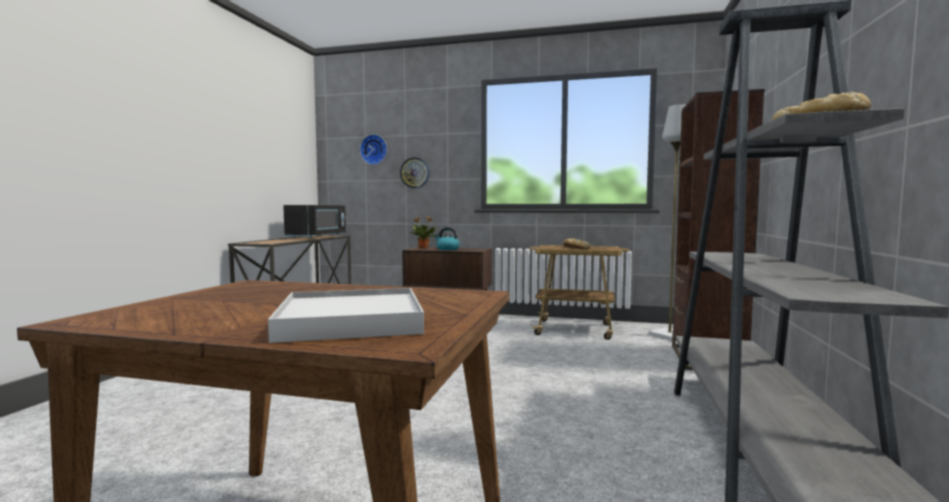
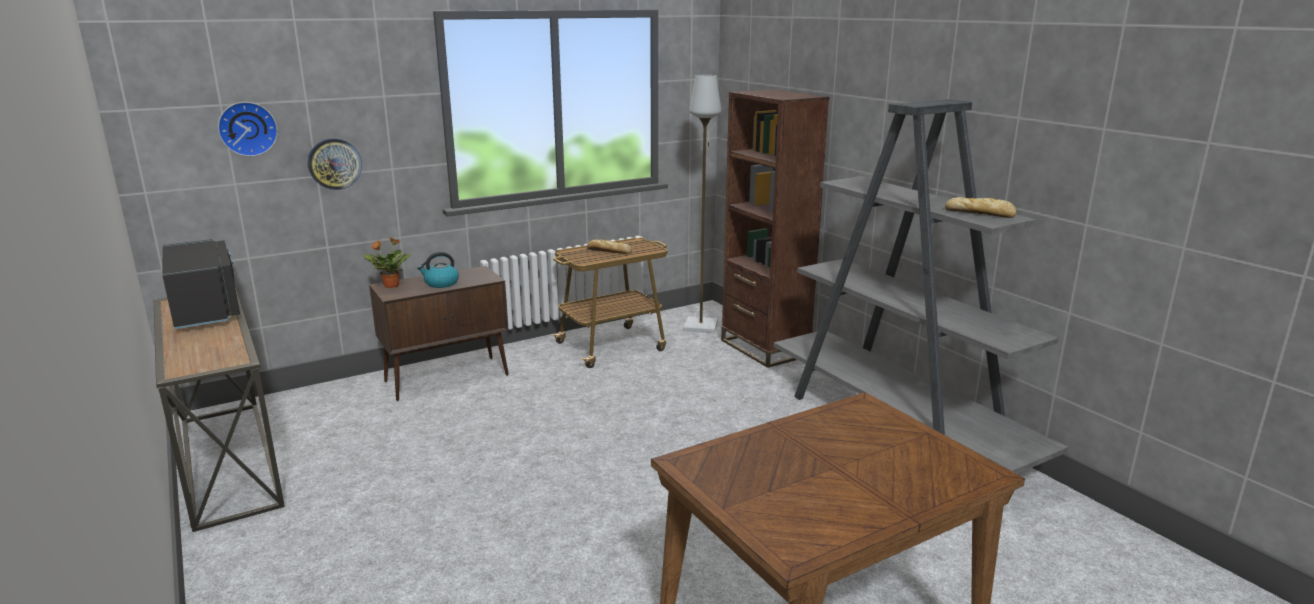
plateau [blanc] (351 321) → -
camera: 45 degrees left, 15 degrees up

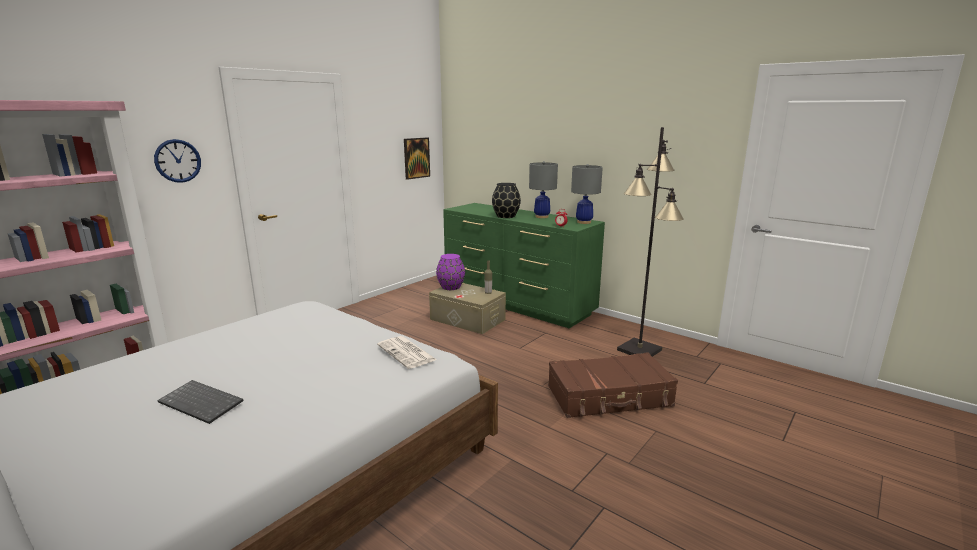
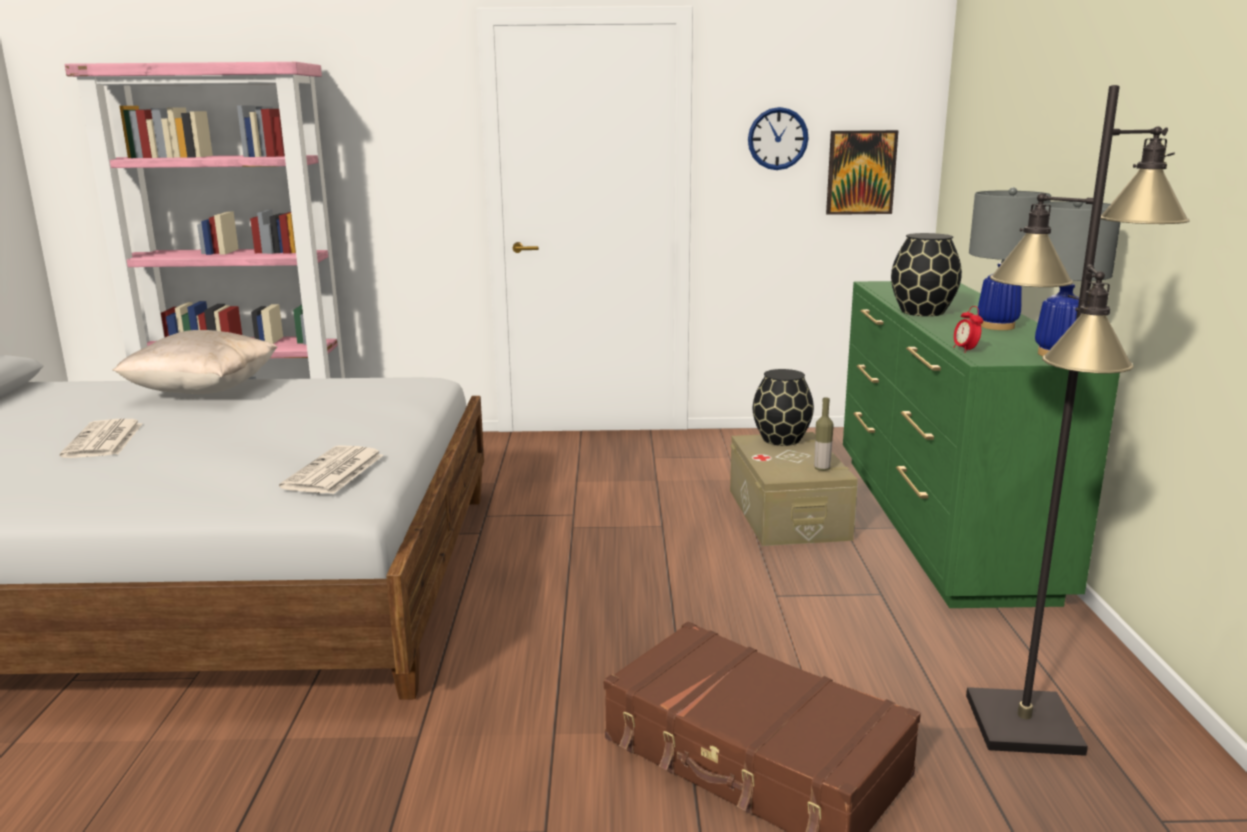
horloge murale (178 161) → horloge murale (777 138), moved
clavier (203 402) → journal (104 440)
vase [violet] (450 287) → vase [noir] (781 439)
- → coussin [beige] (203 391)
camera: 50 degrees right, 0 degrees up

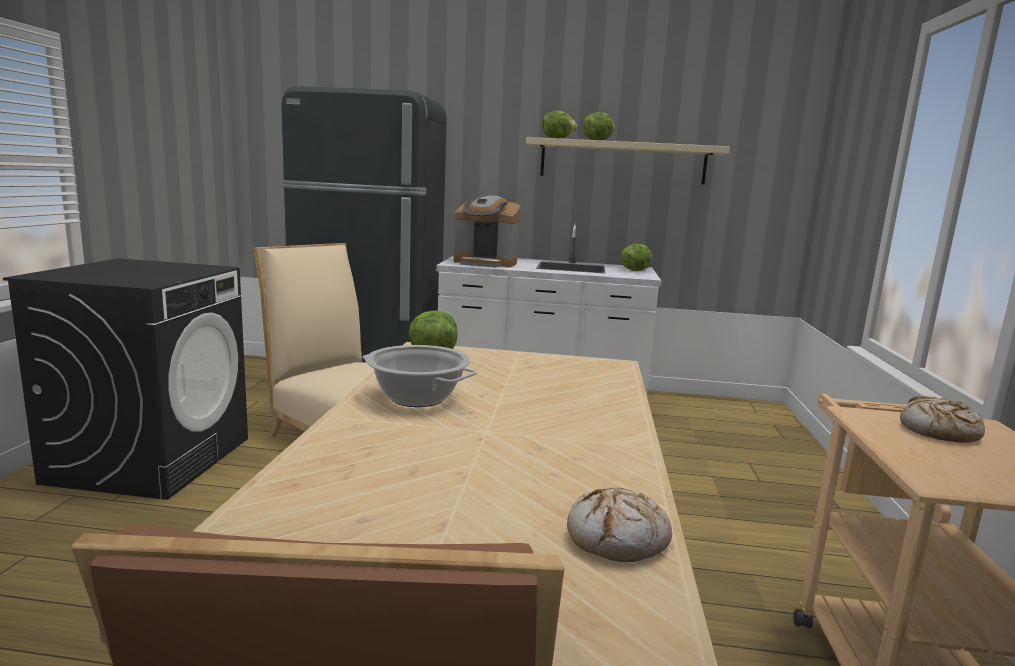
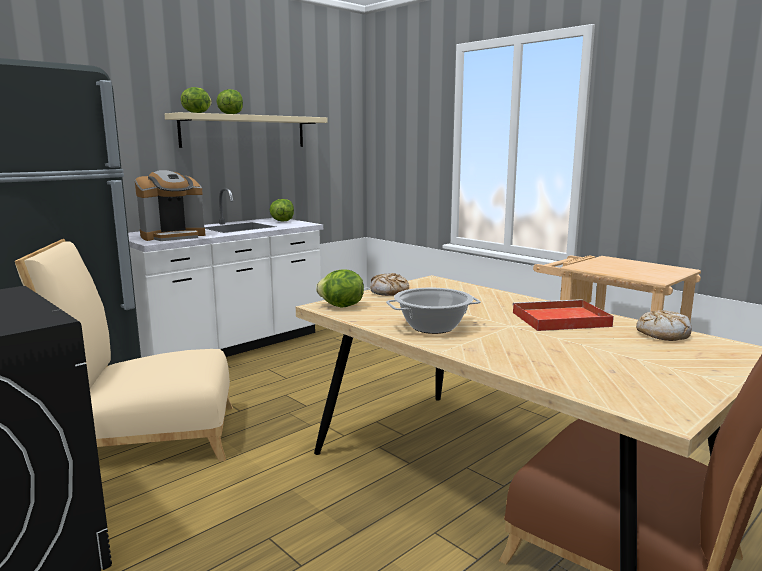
pain (938 431) → pain (389 292), moved
- → plateau [rouge] (559 319)
camera: 50 degrees left, 0 degrees up

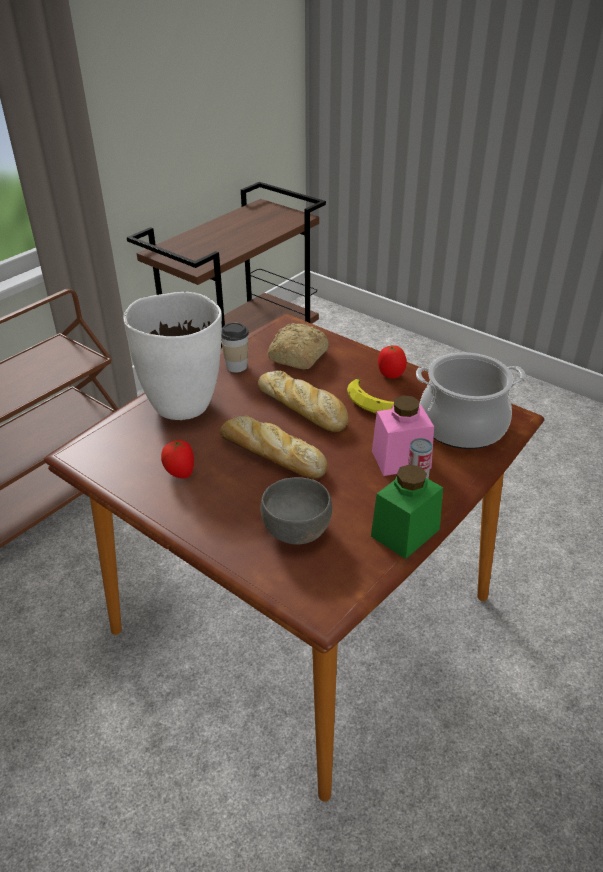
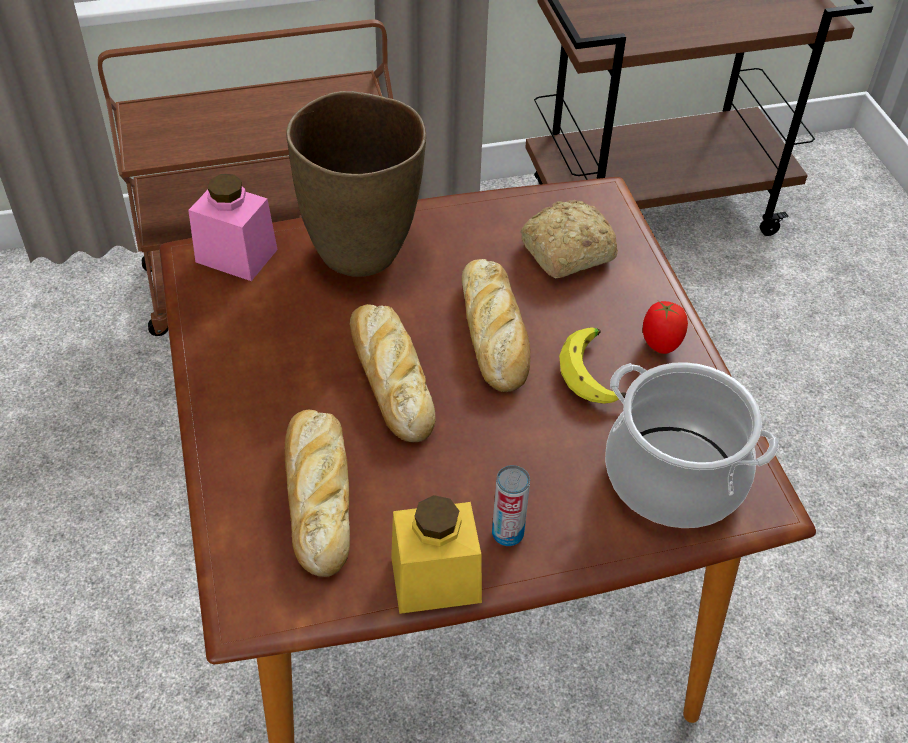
vase [blanc] (183 404) → vase [marron] (362 251)
tomate (180 473) → -
tasse (236 366) → -
bol [gris] (295 529) → pain (318 493)
bocal [vert] (405 533) → bocal [jaune] (435 579)
bocal [rose] (401 459) → bocal [rose] (236 256), moved
camera: 35 degrees right, 10 degrees up

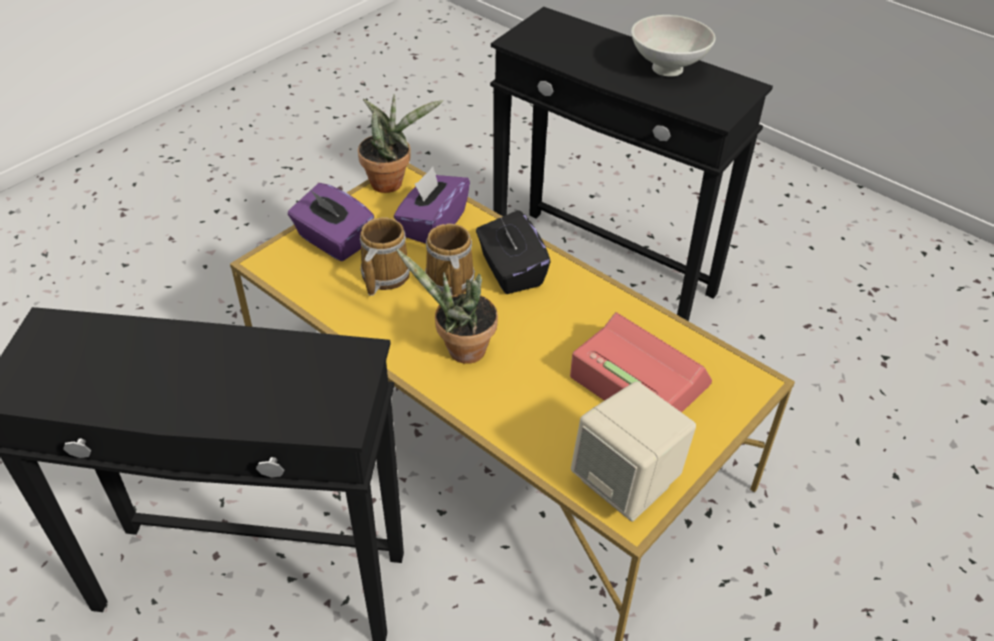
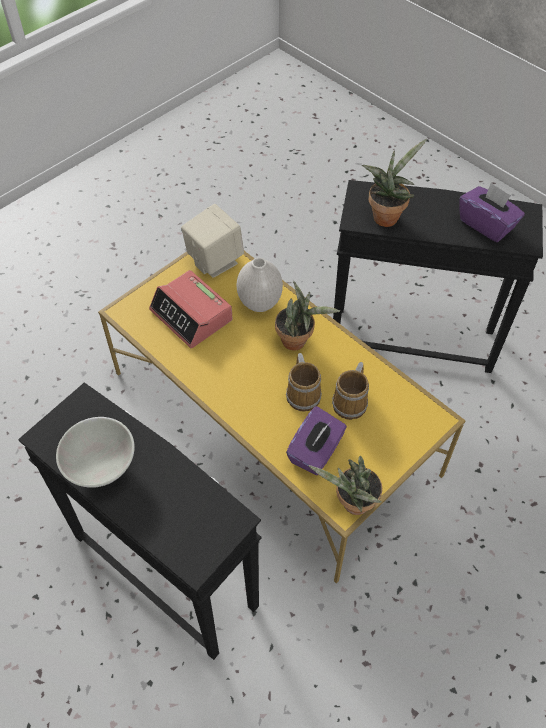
boîte à mouchoirs [violet] (333 241) → boîte à mouchoirs [violet] (486 224), moved
boîte à mouchoirs [noir] (510 271) → -
- → vase [blanc] (260 304)
- → plante en pot (386 215)
camera: 175 degrees left, 10 degrees up

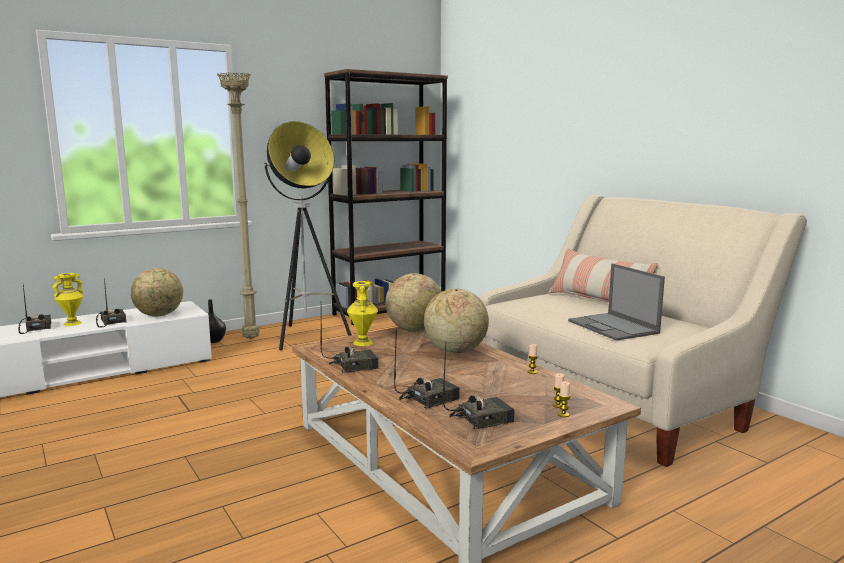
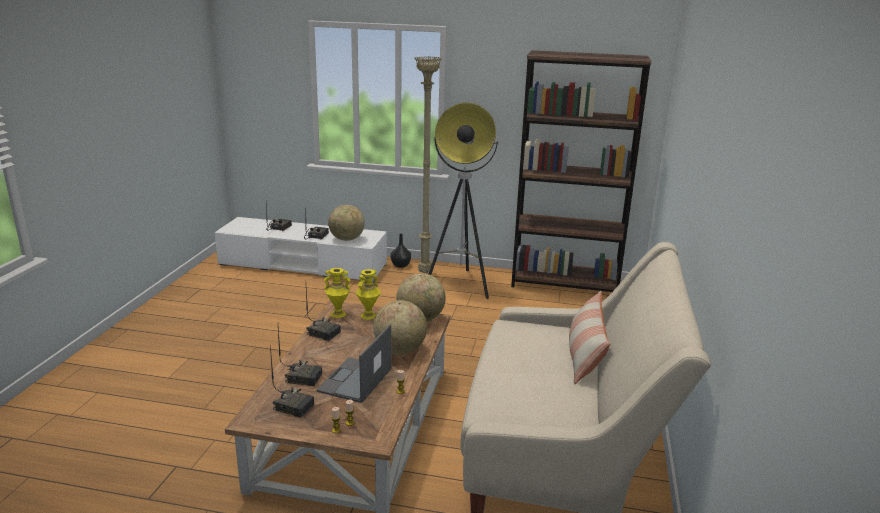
vase [jaune] (72 323) → vase [jaune] (338 314), moved
ordinateur portable (613 327) → ordinateur portable (355 380), moved
camera: 45 degrees right, 10 degrees up

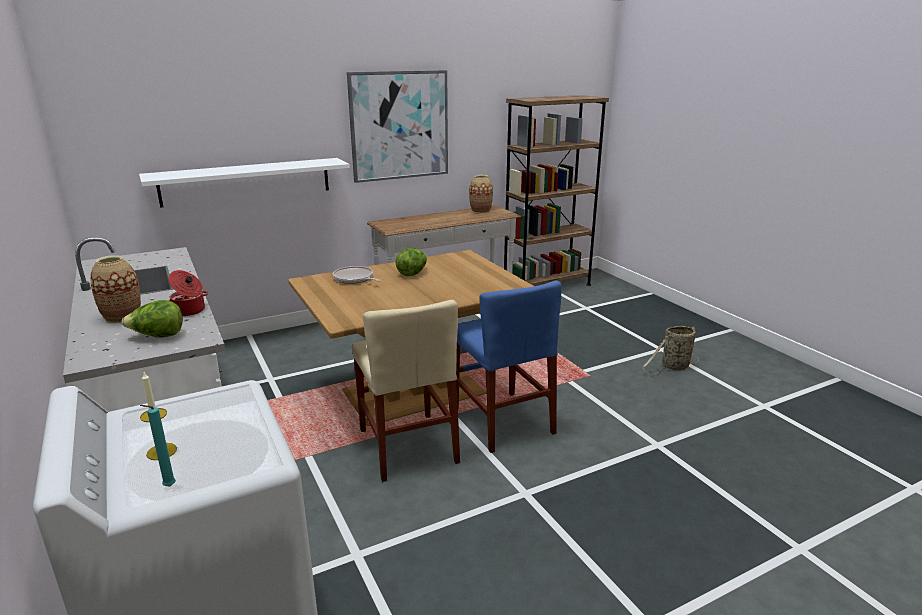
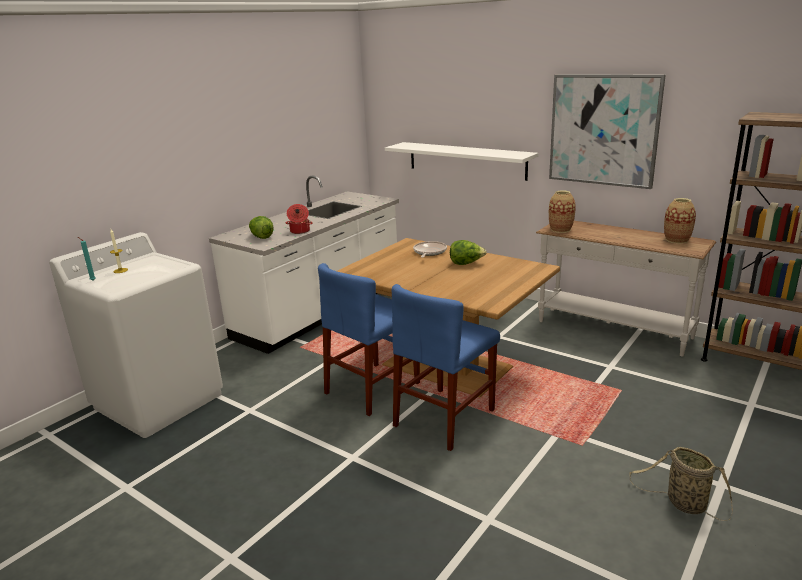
vase (122 316) → vase (560 229), moved
chaise [beige] (407 446) → chaise [bleu] (372 388)
camera: 65 degrees right, 0 degrees up

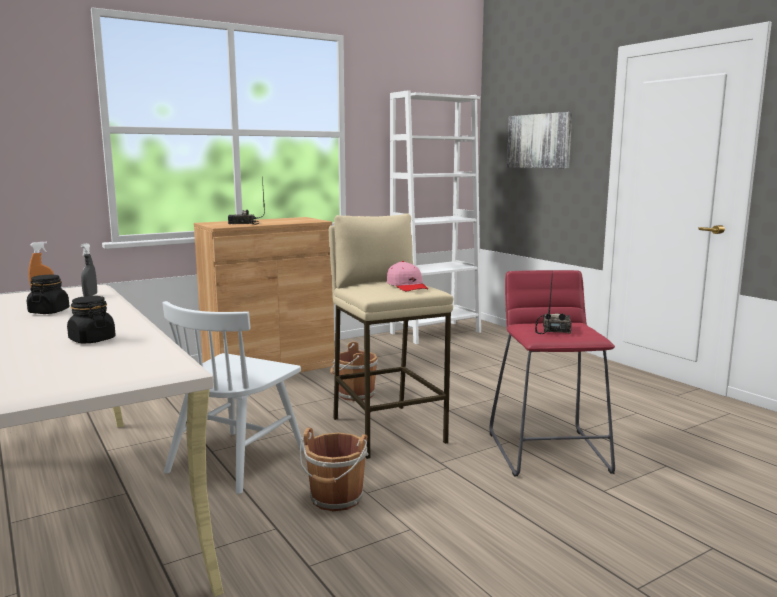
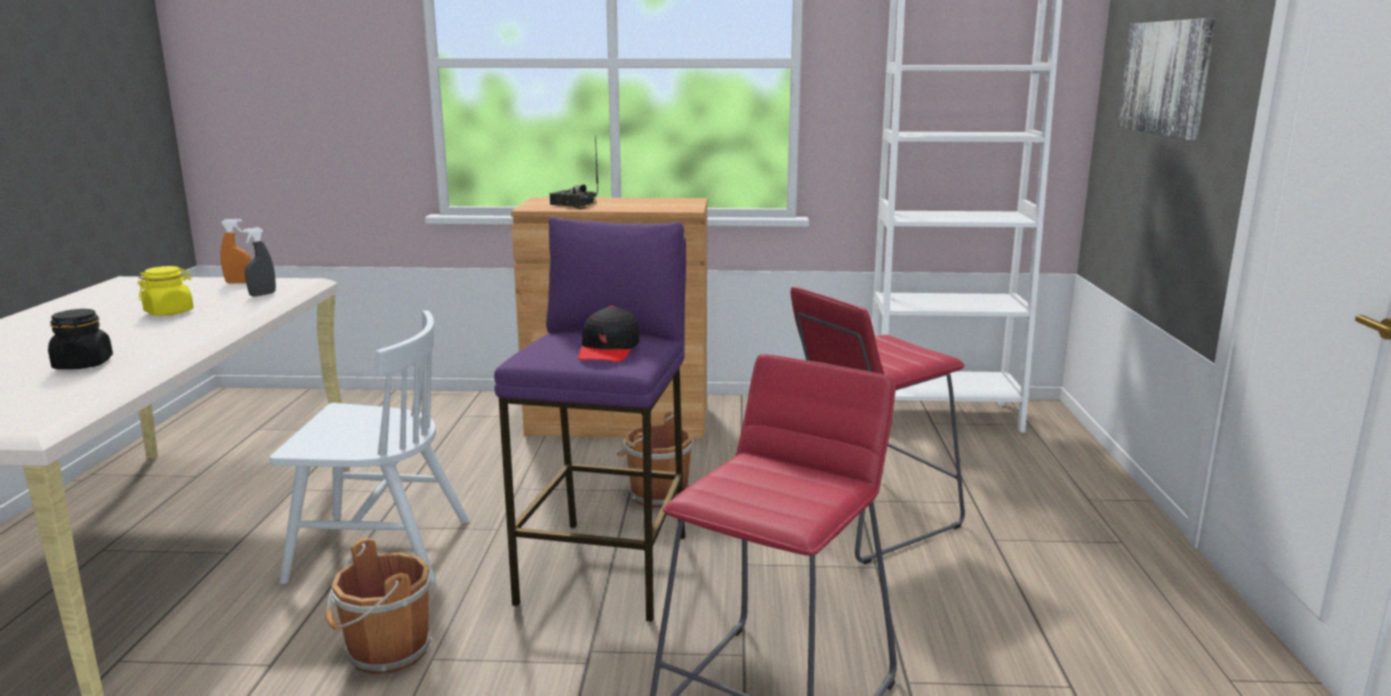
bocal [noir] (49 311) → bocal [jaune] (169 312)
chaise [blanc] (236 460) → chaise [blanc] (379 550), 150 degrees counterclockwise
tabouret [beige] (387 430) → tabouret [violet] (607 568)
casquette [rose] (407 286) → casquette [noir] (609 349)
radio (553 329) → -
- → tabouret [rouge] (865 518)
camera: 35 degrees right, 5 degrees up

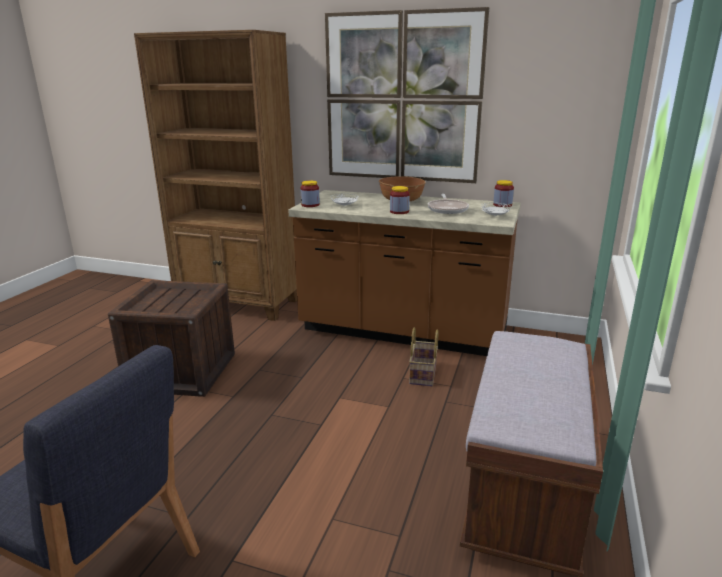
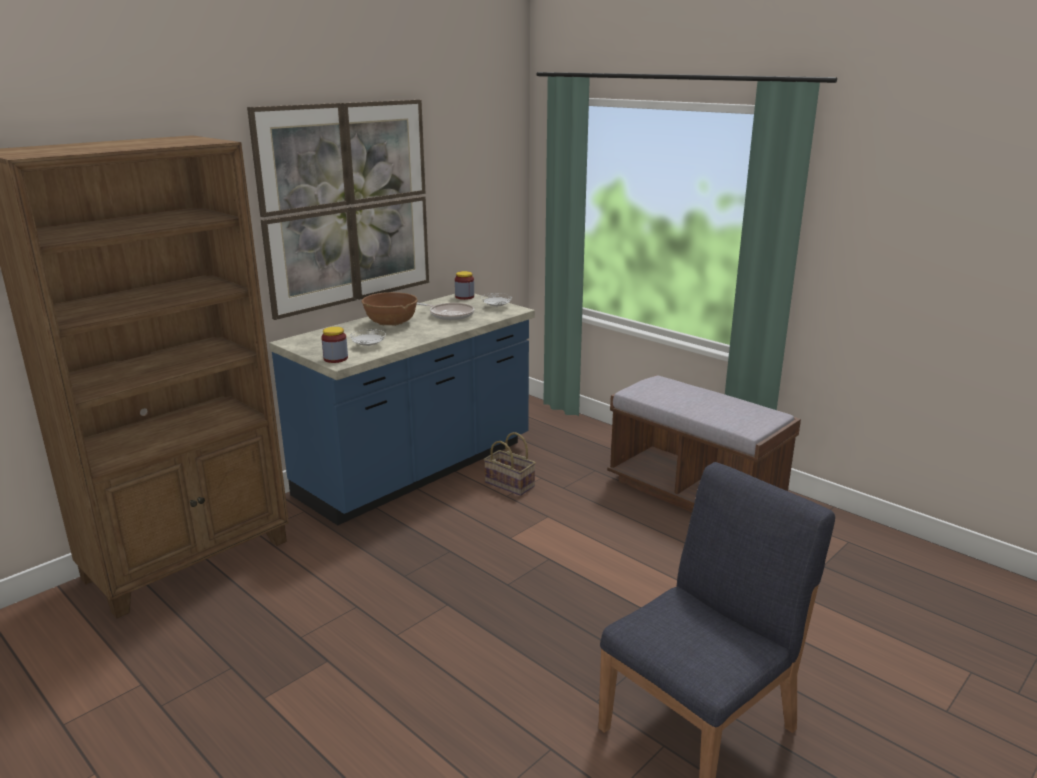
caisse (182 372) → -
comptoir de cuisine [marron] (403 332) → comptoir de cuisine [bleu] (417 470)
bocal (399 212) → -
camera: 65 degrees left, 0 degrees up

